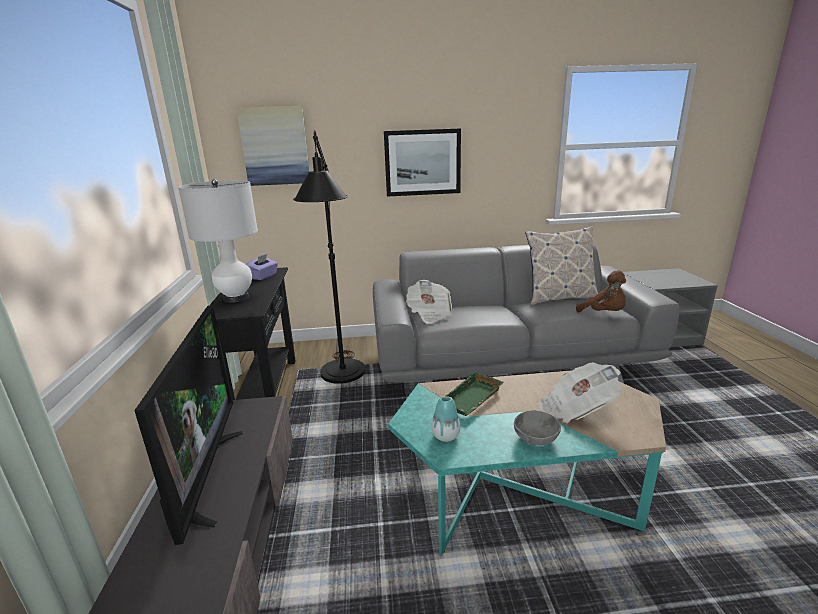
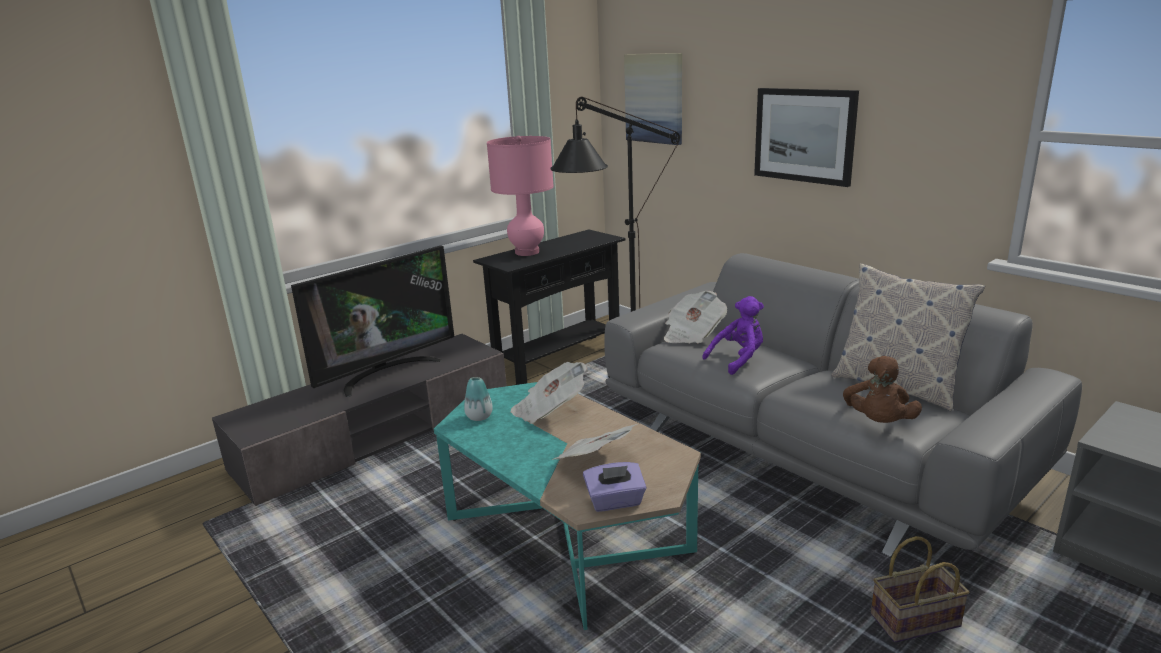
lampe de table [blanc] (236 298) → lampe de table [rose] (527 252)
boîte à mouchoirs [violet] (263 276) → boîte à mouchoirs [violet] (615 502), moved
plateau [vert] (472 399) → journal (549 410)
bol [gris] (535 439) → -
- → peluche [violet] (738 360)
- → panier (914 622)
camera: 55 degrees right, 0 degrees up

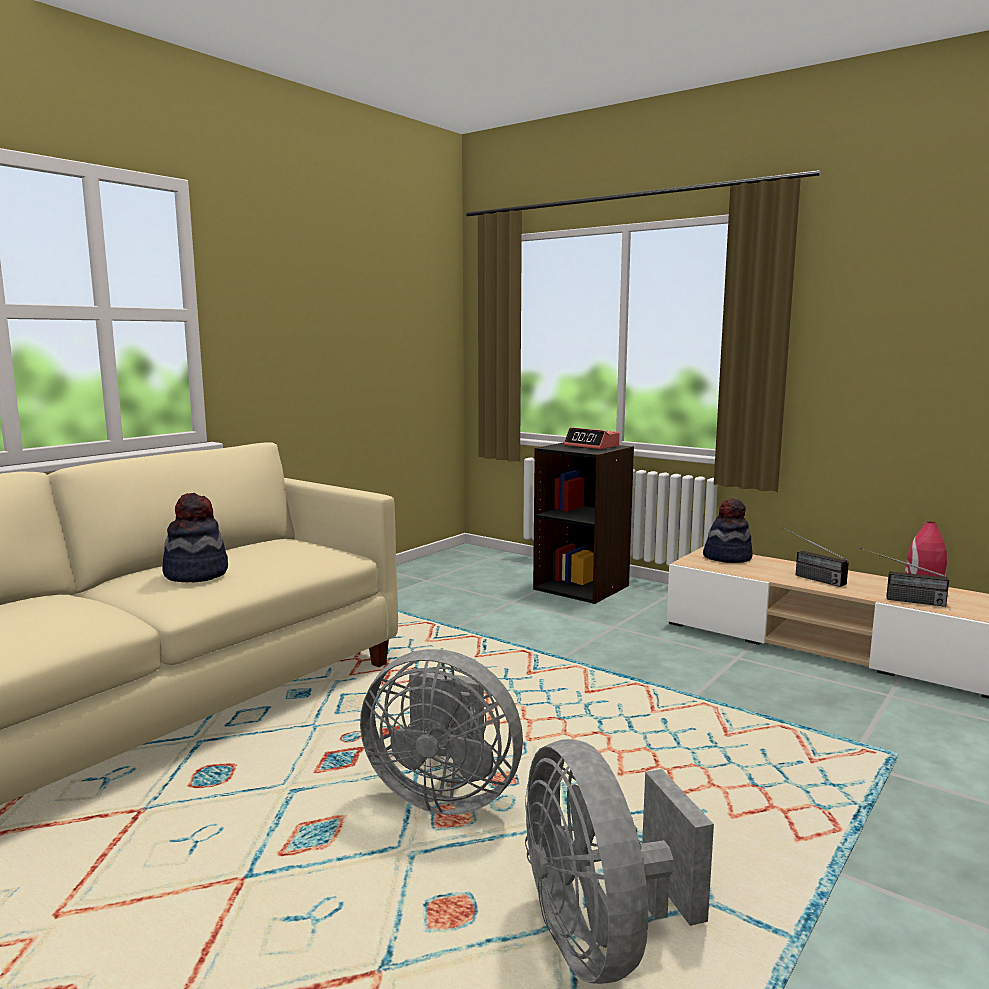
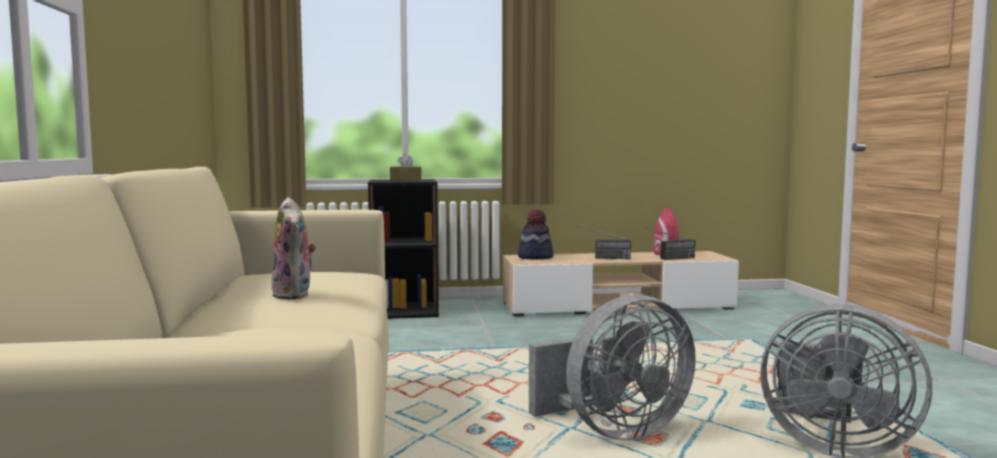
chapeau (196 574) → peluche (295 295)
réveil (592 446) → boîte à mouchoirs [marron] (405 180)
camera: 45 degrees left, 5 degrees down

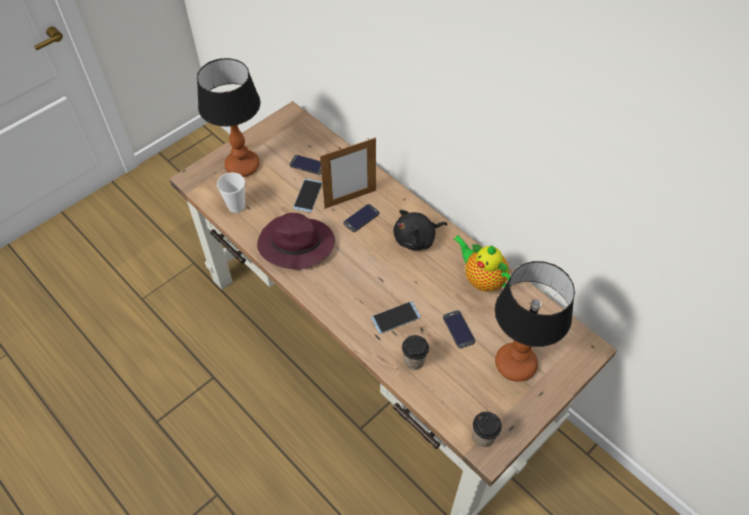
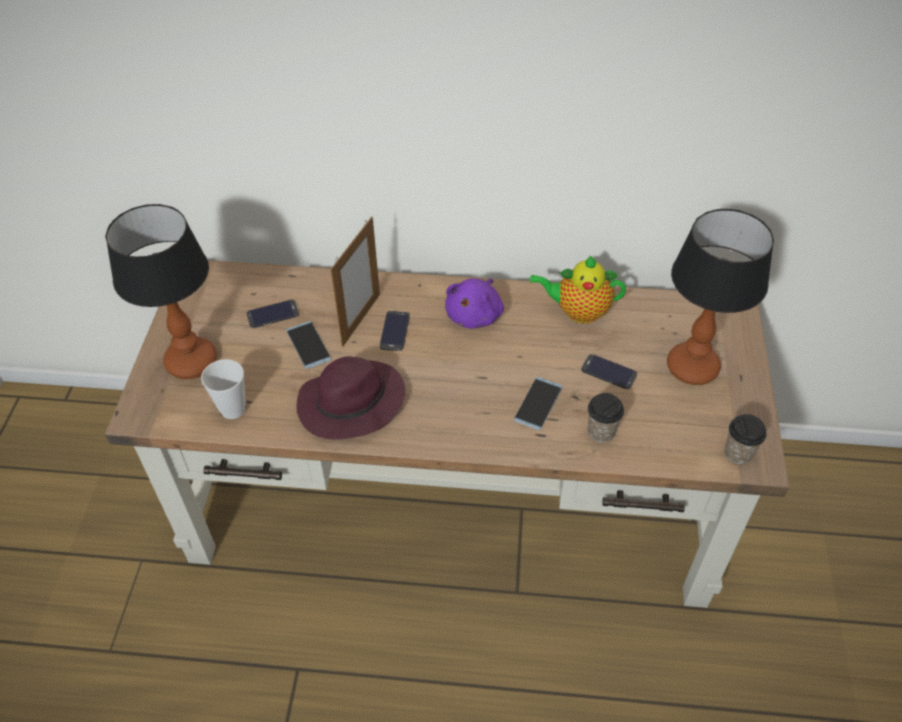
peluche [noir] (417 239) → peluche [violet] (475 315)
camera: 40 degrees left, 5 degrees down

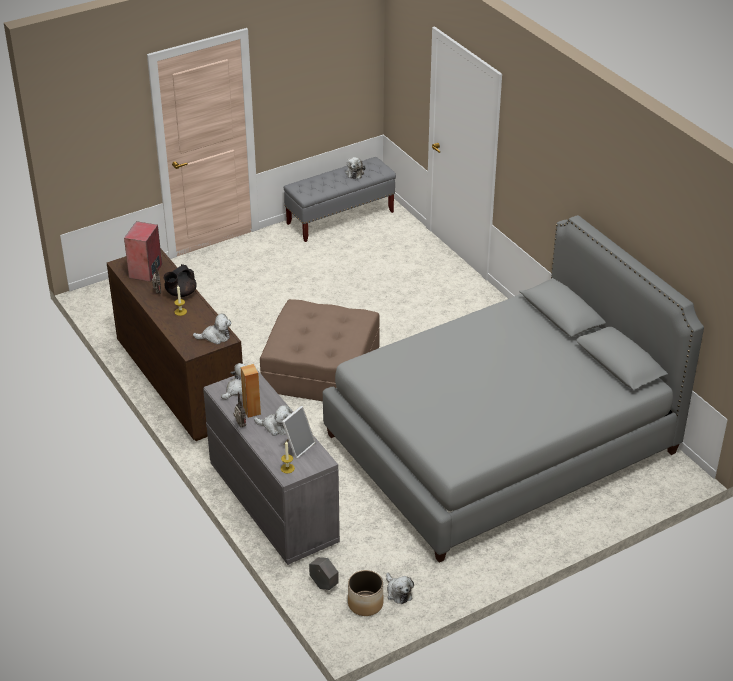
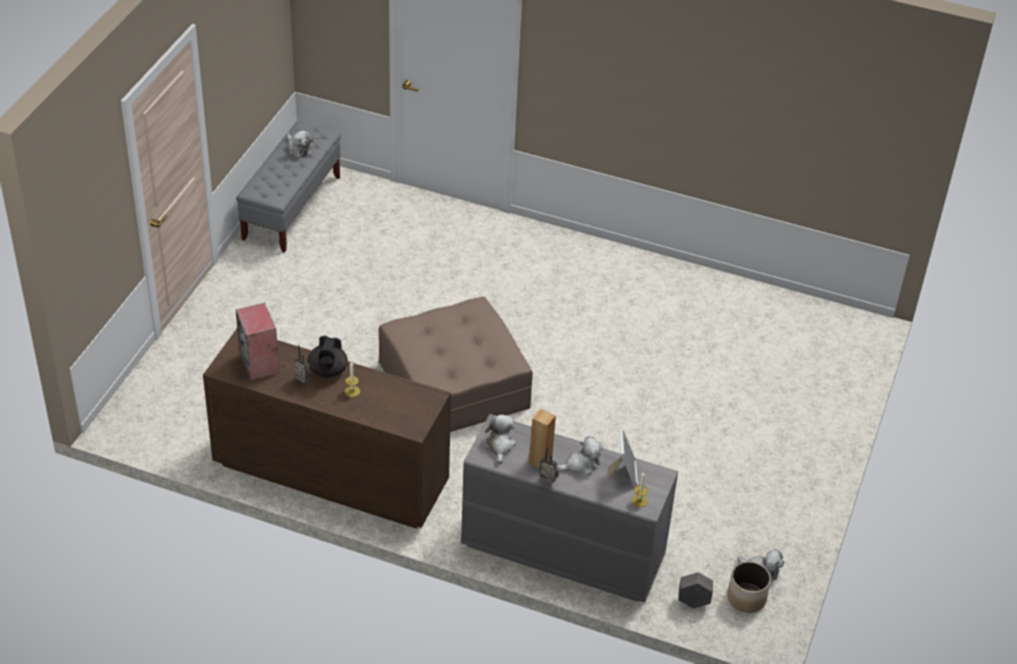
peluche (215 337) → -
lit [gris] (500 443) → -
camera: 40 degrees left, 5 degrees up

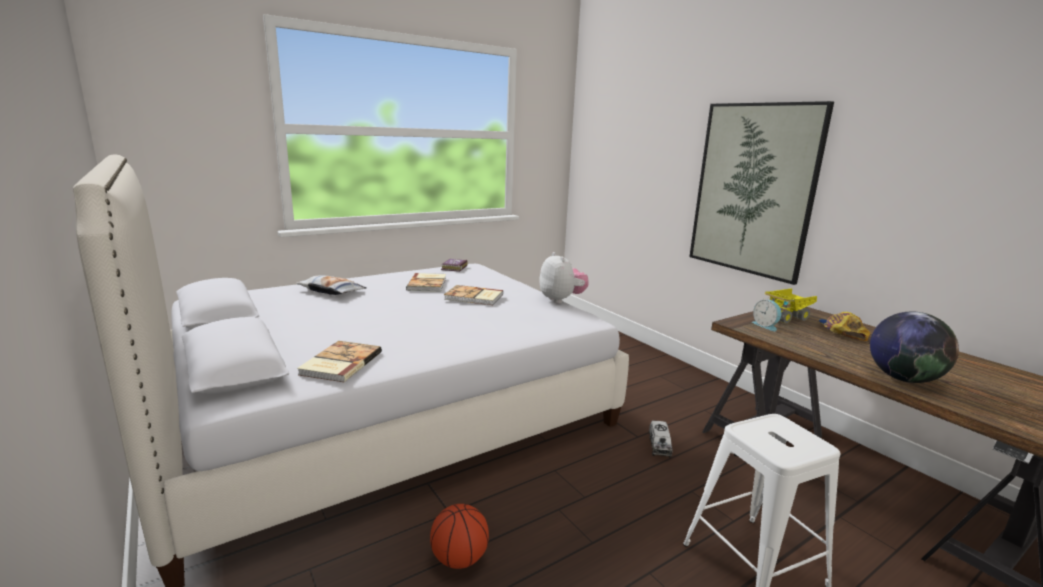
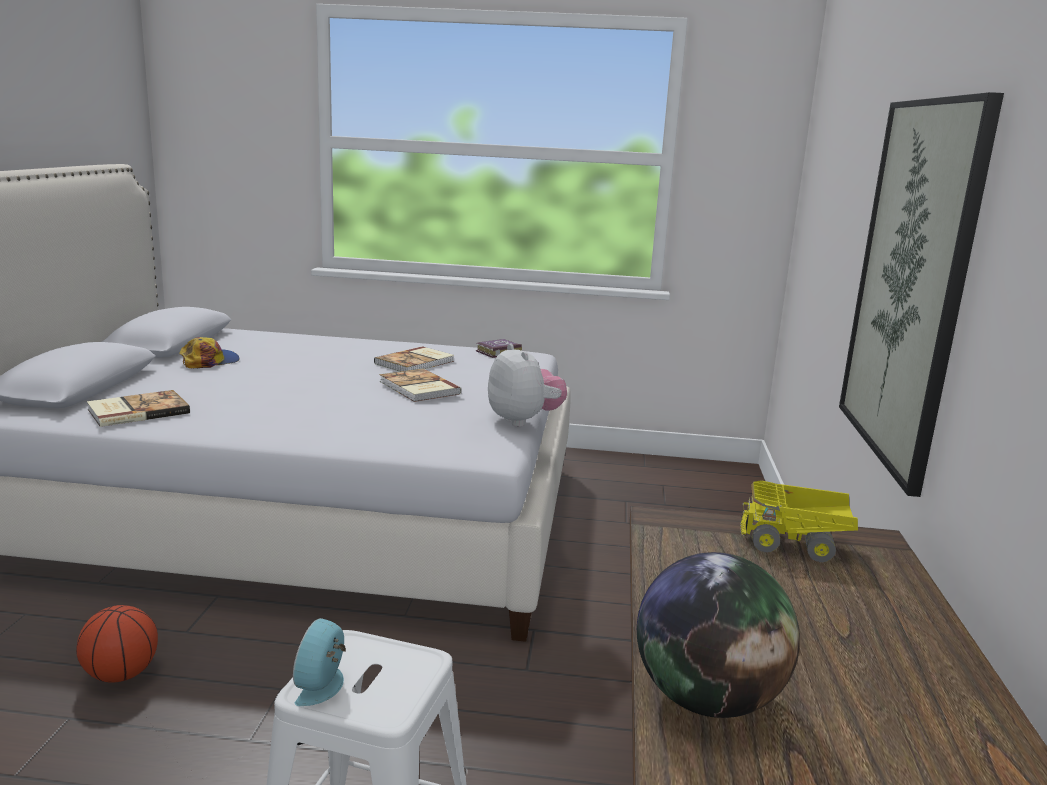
coussin (331 291) → -
peluche (561 300) → peluche (524 421), 45 degrees counterclockwise
camion jouet (659 445) → -
réveil (766 326) → réveil (324 686), moved
casquette (841 332) → casquette (209 361), moved
camera: 40 degrees right, 0 degrees up

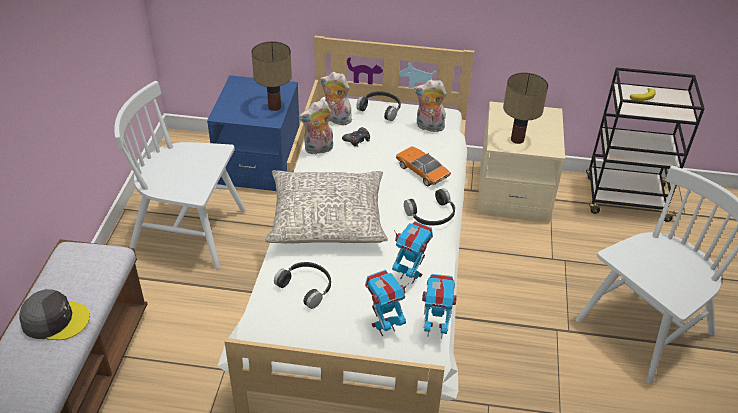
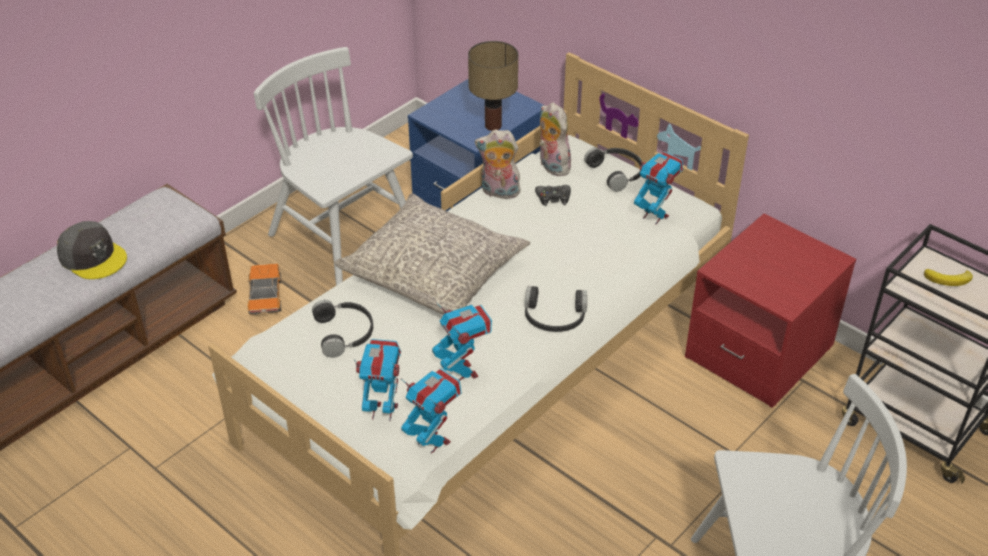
petite voiture (422 171) → petite voiture (265 295), moved
peluche (429 127) → robot jouet (654 216)
table de chevet [beige] (513 193) → table de chevet [rouge] (759 352)
lampe de table (518 140) → -
camera: 35 degrees right, 0 degrees up

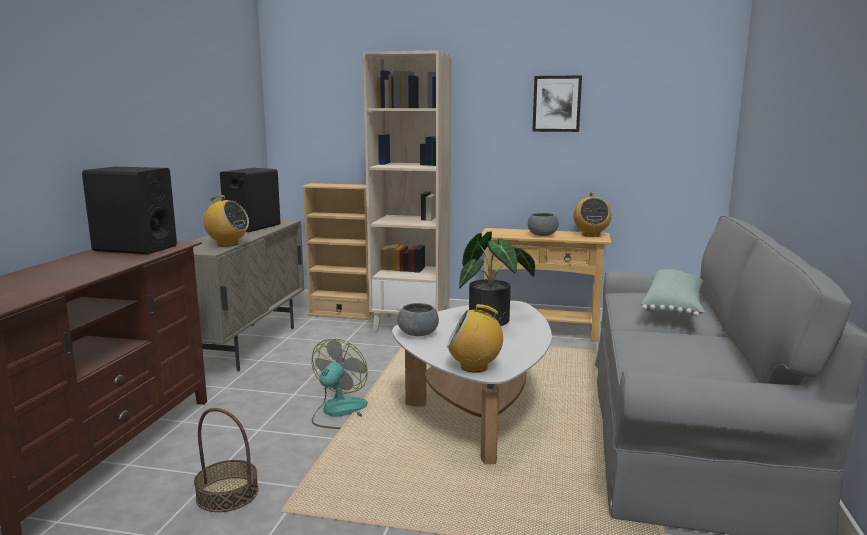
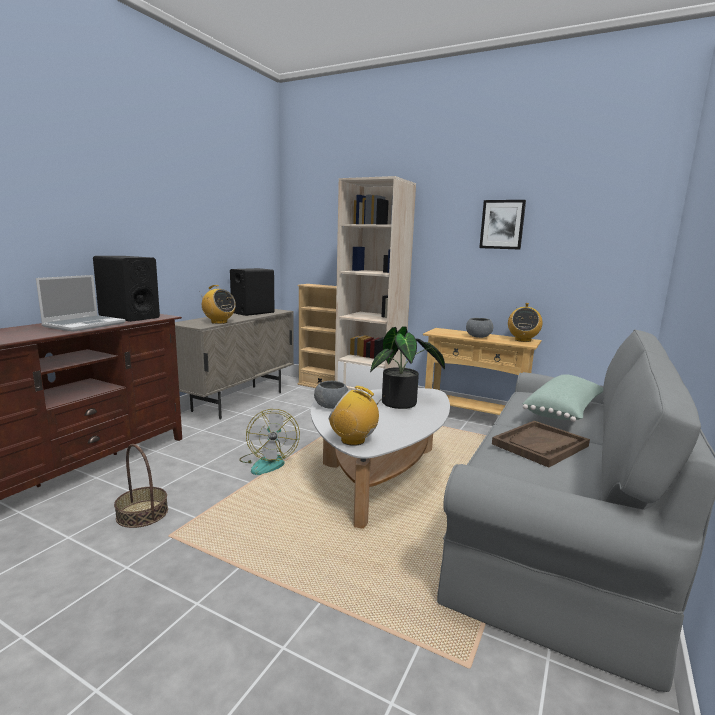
ventilateur (339 413) → ventilateur (268 462), 135 degrees clockwise
- → ordinateur portable (85 325)
- → plateau [marron] (540 445)
camera: 15 degrees right, 0 degrees up

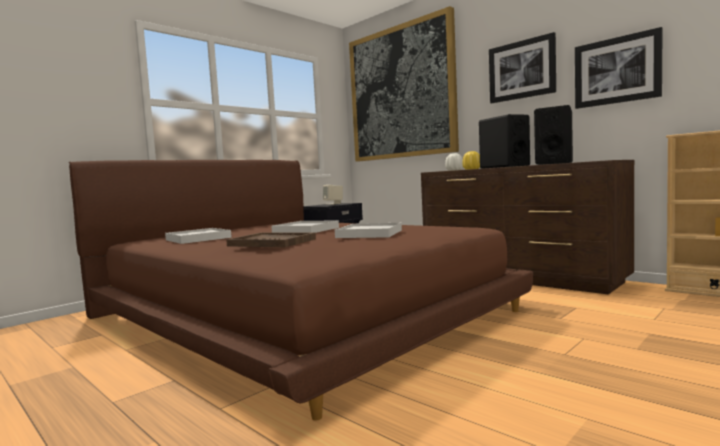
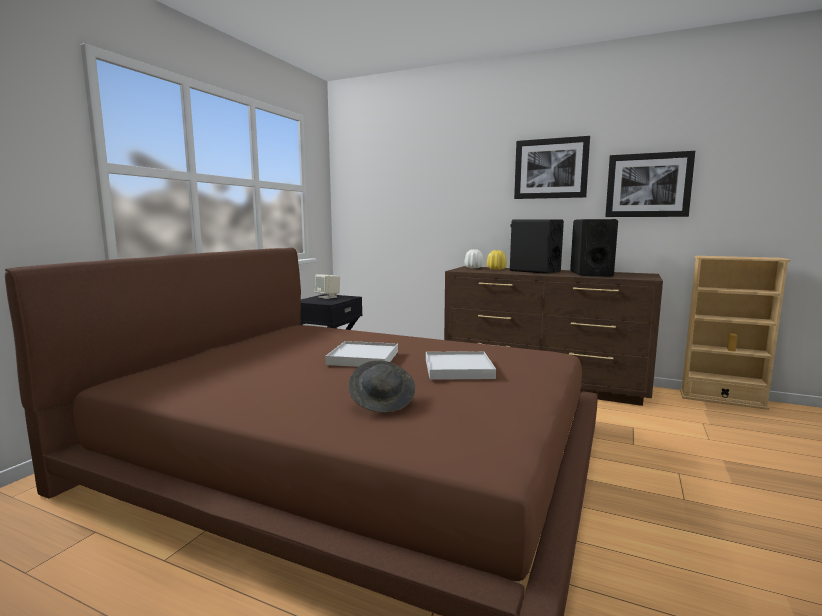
plateau [blanc] (198 239) → -
plateau [marron] (272 242) → chapeau [gris] (382 401)
tableau (401 93) → -
camera: 20 degrees left, 5 degrees up

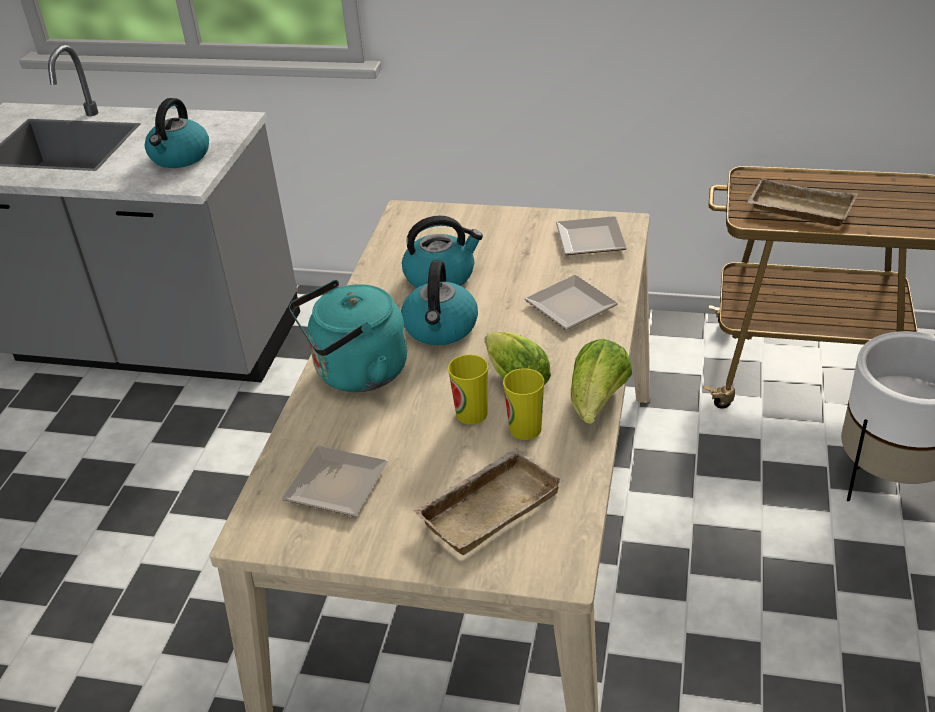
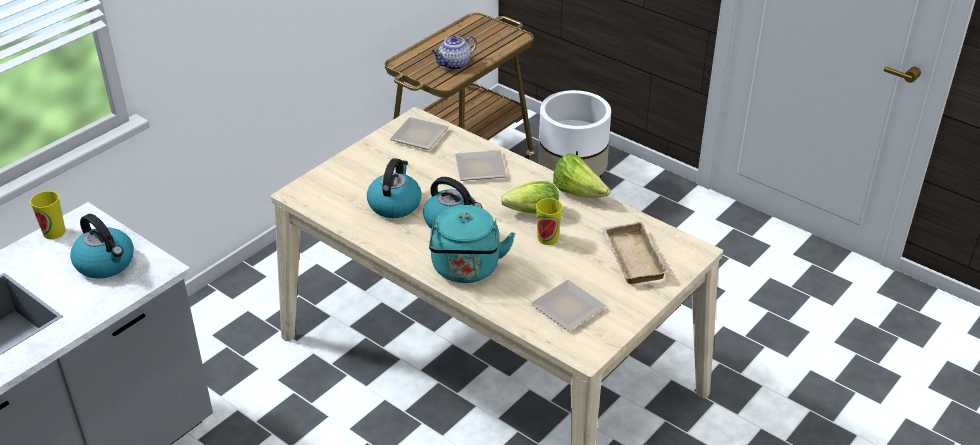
tasse (525 429) → tasse (54 232), moved
plateau [beige] (798 210) → théière (454 65)
camera: 65 degrees left, 0 degrees up

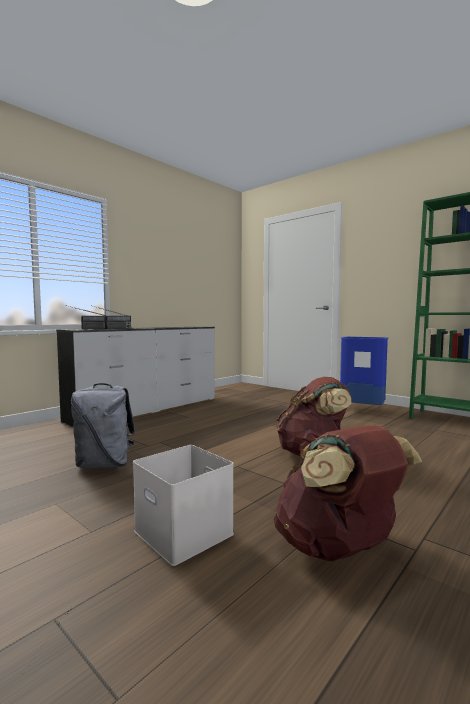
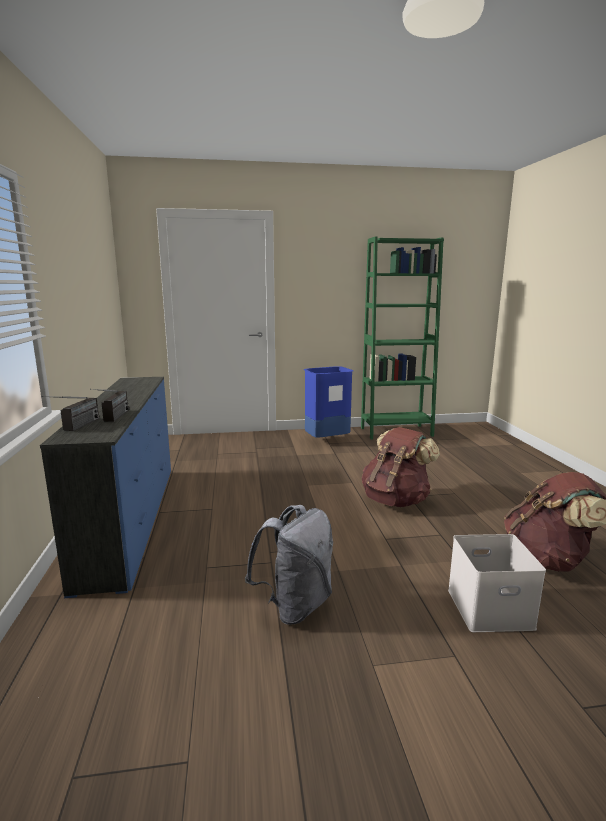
commode [blanc] (148 409) → commode [bleu] (132 519)
camera: 50 degrees left, 10 degrees up

